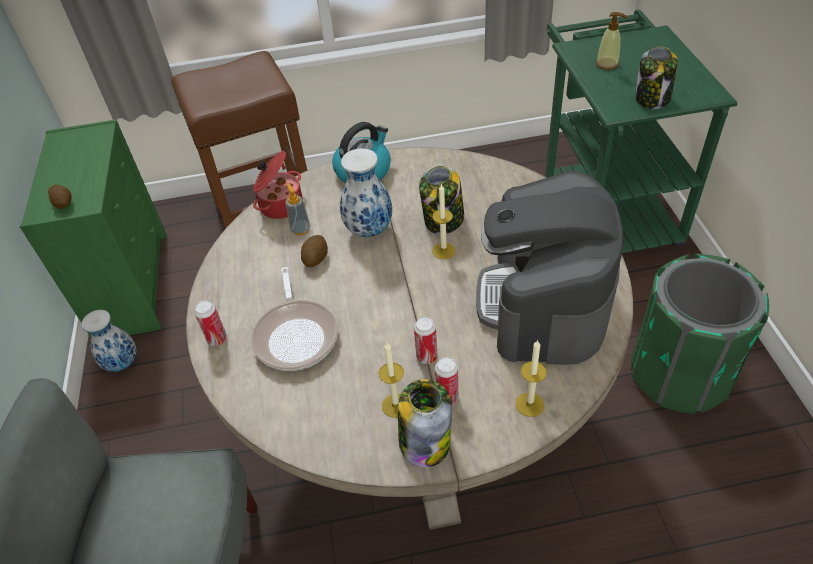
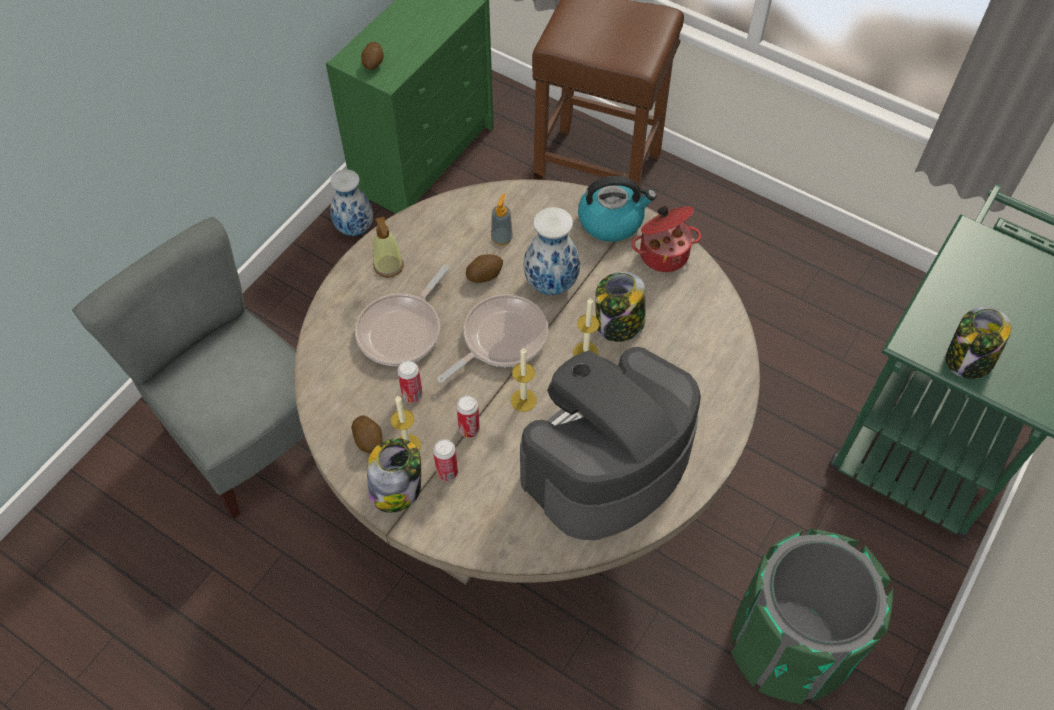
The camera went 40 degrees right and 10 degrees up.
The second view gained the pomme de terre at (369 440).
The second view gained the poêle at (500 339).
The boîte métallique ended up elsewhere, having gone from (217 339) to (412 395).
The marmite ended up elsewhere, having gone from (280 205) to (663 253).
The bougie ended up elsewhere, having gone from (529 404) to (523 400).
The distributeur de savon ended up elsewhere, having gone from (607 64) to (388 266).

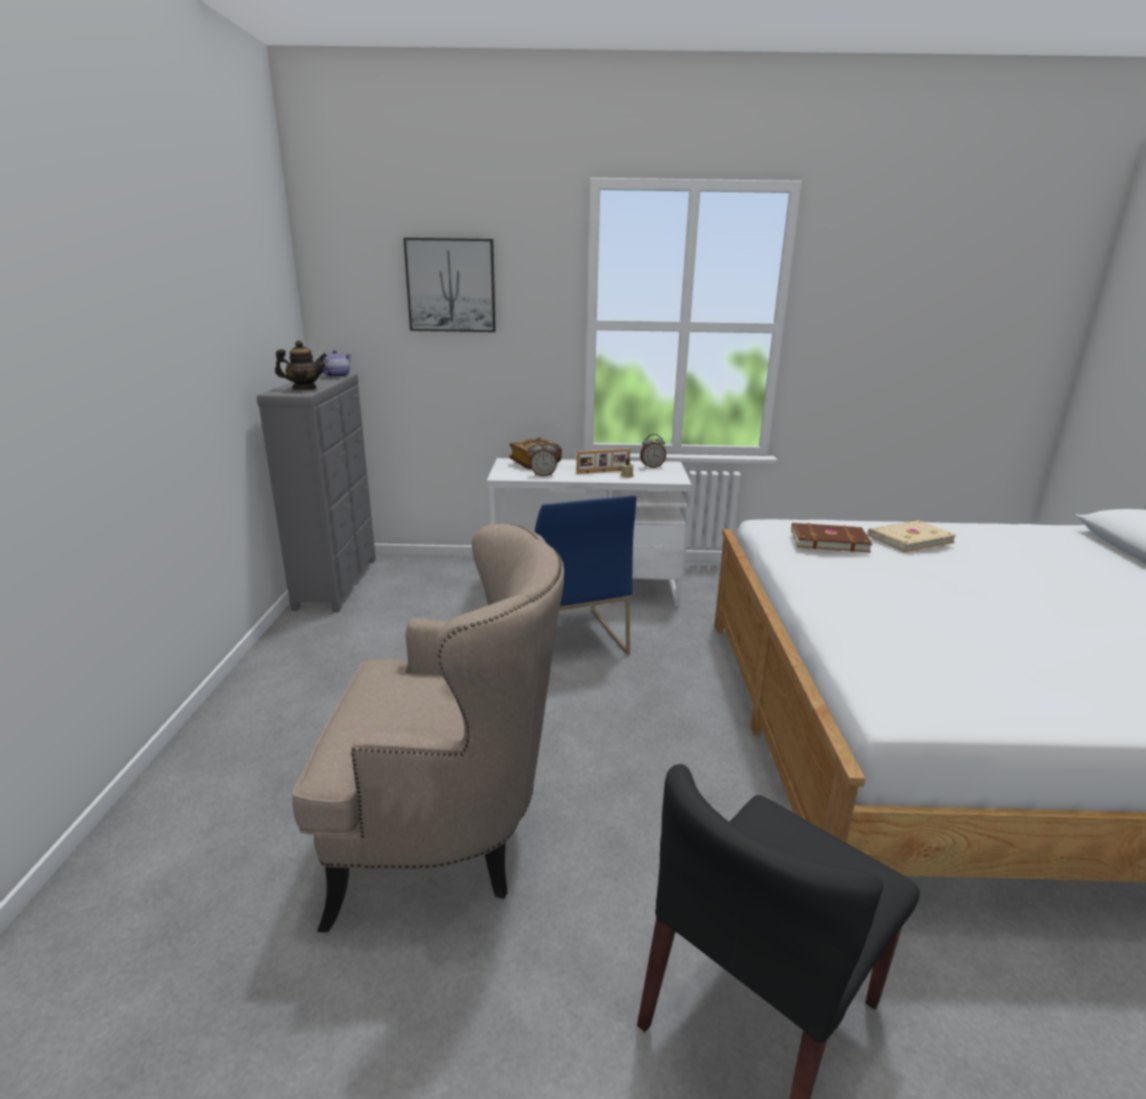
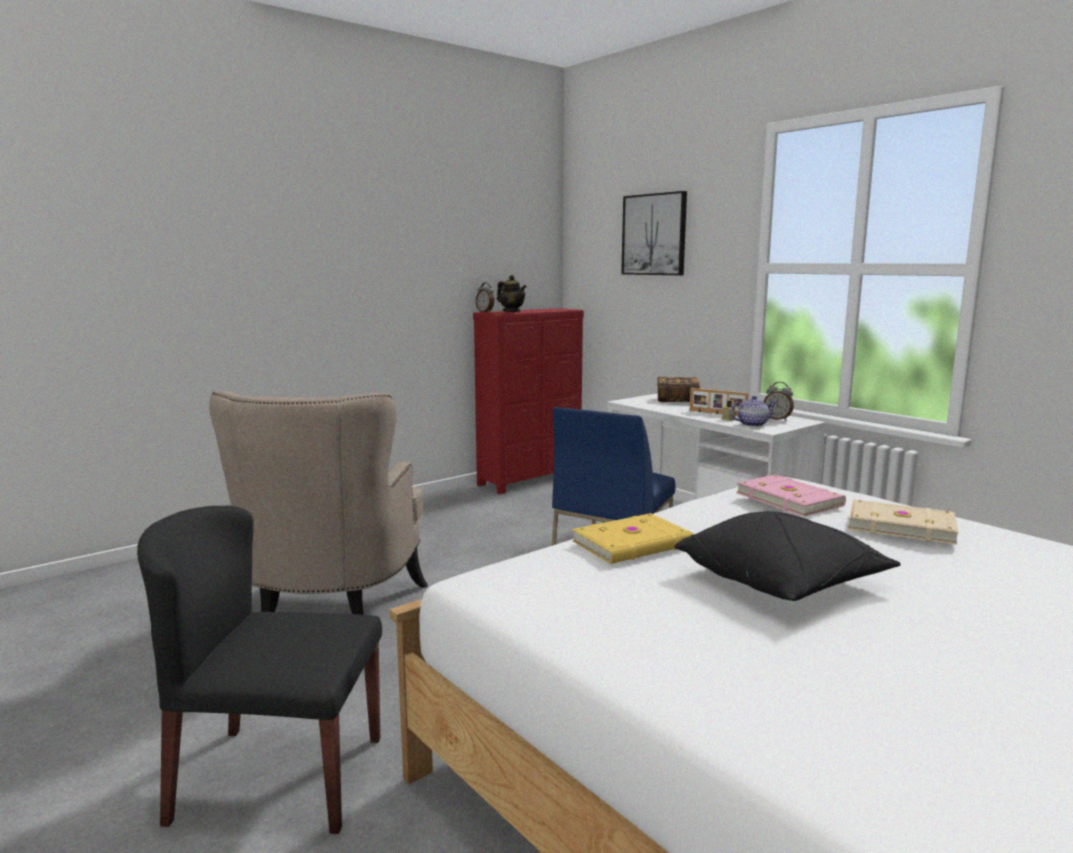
The camera went 50 degrees right and 10 degrees down.
The second view gained the livre (jaune) at (634 544).
The second view gained the coussin (noir) at (781 582).
The théière ended up elsewhere, having gone from (336 376) to (752 424).
The réveil ended up elsewhere, having gone from (543 475) to (485 312).
What was the commode (gris) at (338 583) turned into the commode (rouge) at (531 480).
What was the livre (marron) at (828 540) turned into the livre (rose) at (789 499).
The fauteuil (beige) at (447 837) ended up facing another way, 45 degrees clockwise from before.

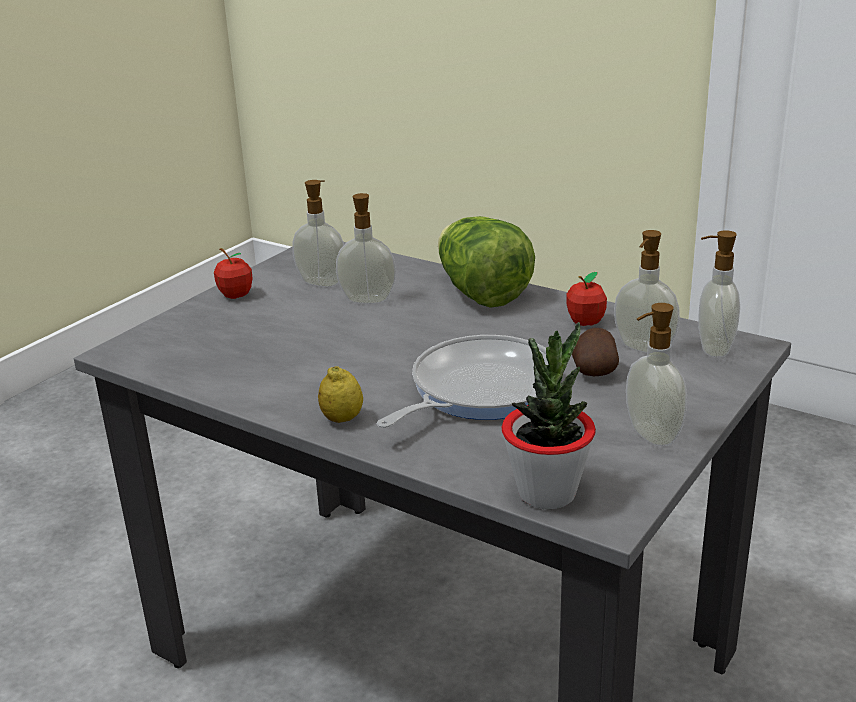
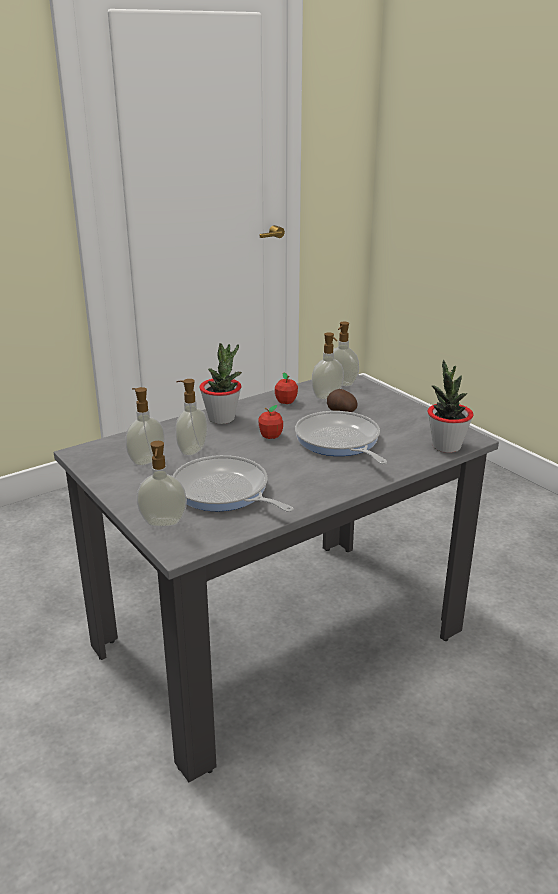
The camera went 70 degrees left and 0 degrees up.
The second view lost the citron at (342 419).
The second view gained the poêle at (224 492).
The pomme ended up elsewhere, having gone from (235 295) to (270 436).
The distributeur de savon ended up elsewhere, having gone from (650 436) to (163 523).
Where the laitue stood at (481 293), the plante en pot came to stand at (221 418).

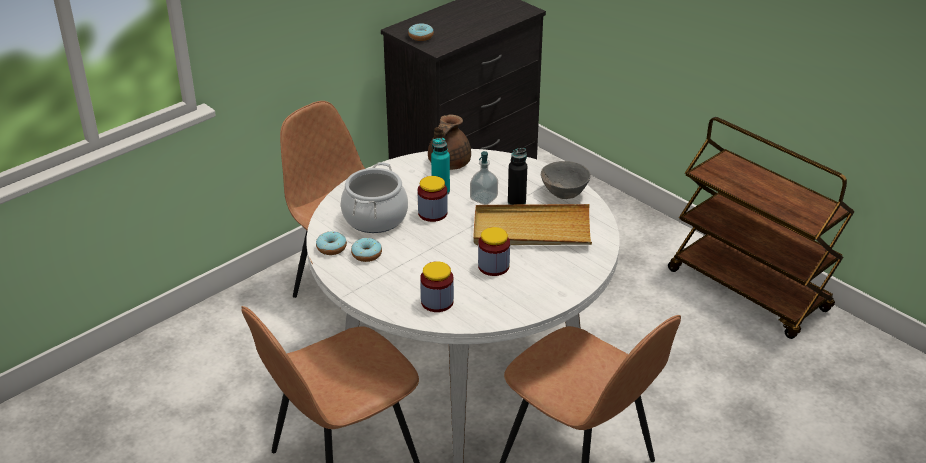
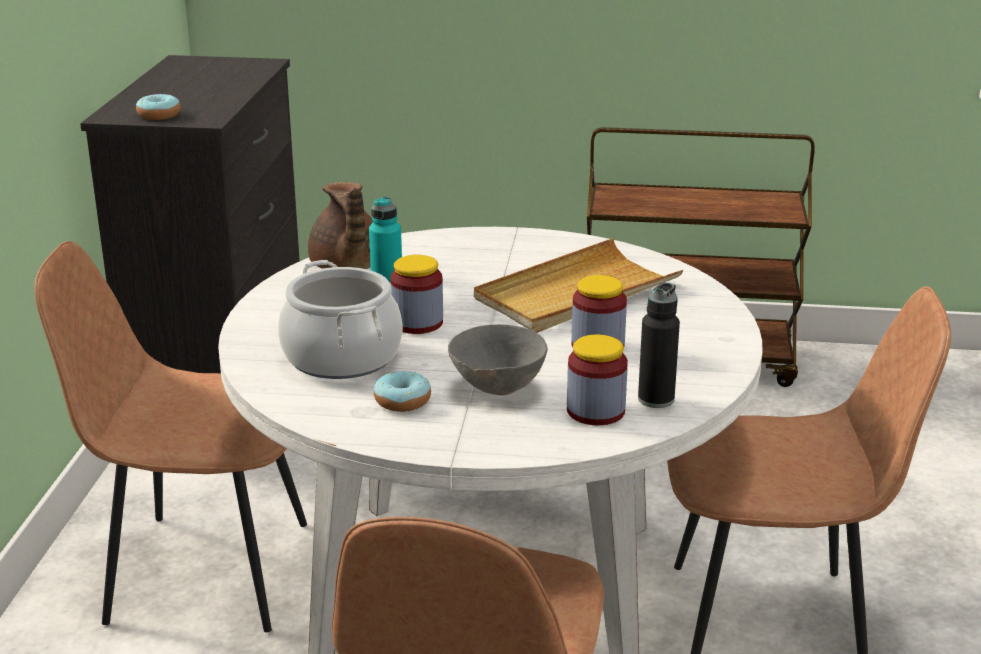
The camera went 40 degrees left and 10 degrees down.
The second view lost the beignet at (331 248).
The second view lost the distributeur de savon at (483 198).
The bouteille (noir) ended up elsewhere, having gone from (516 202) to (656 399).
The bol (gris) ended up elsewhere, having gone from (564 194) to (497 388).

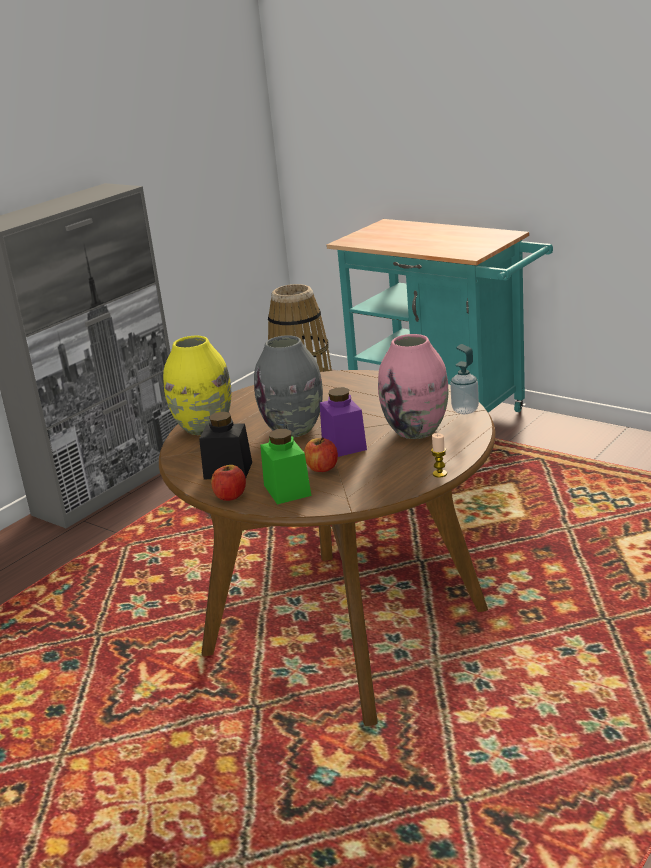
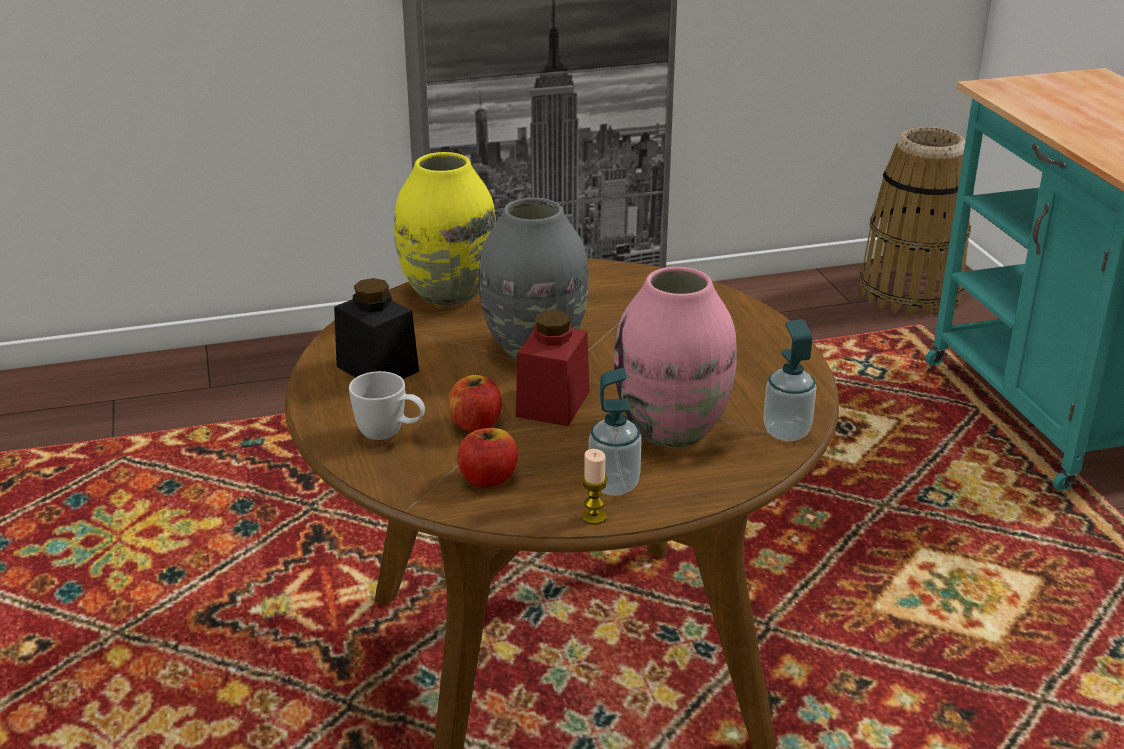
The camera went 35 degrees right and 5 degrees up.
The second view gained the distributeur de savon at (614 485).
The pomme ended up elsewhere, having gone from (230 496) to (488 478).
Where the bocal (vert) stood at (287 490), the mug (blanc) came to stand at (390 434).
What was the bocal (violet) at (344 445) turned into the bocal (rouge) at (553 404).

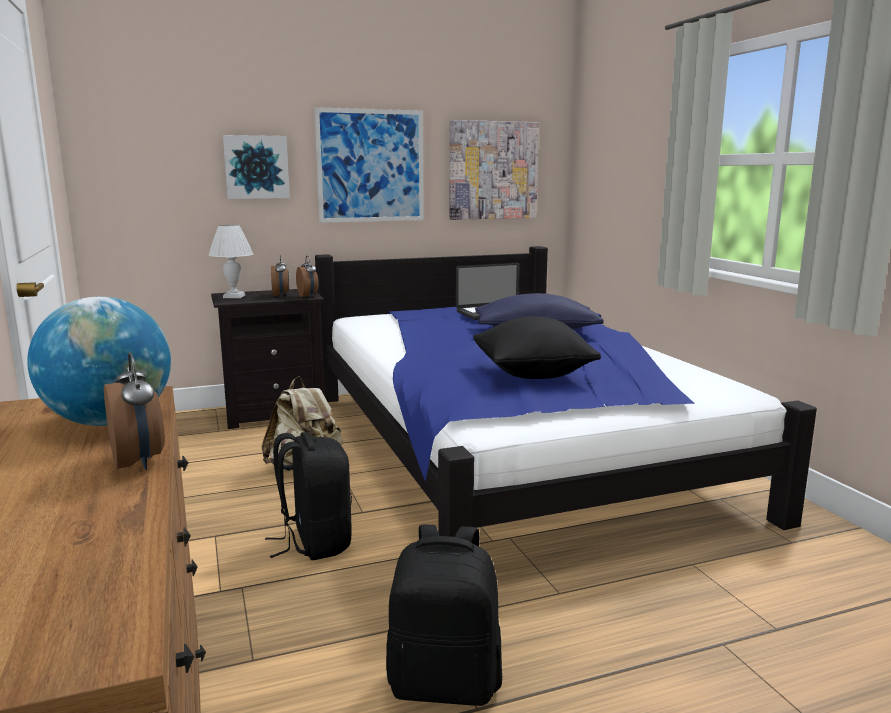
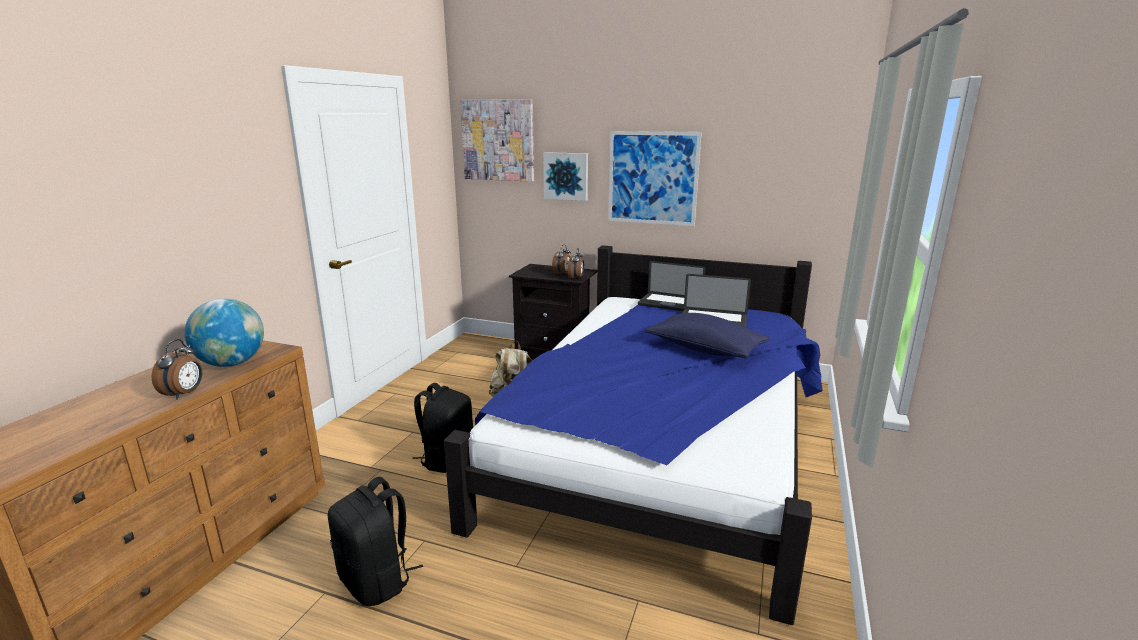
The camera went 40 degrees right and 5 degrees up.
The second view lost the lampe de table (blanc) at (234 296).
The second view lost the coussin (noir) at (532 374).
The second view gained the ordinateur portable at (670 304).
The tableau ended up elsewhere, having gone from (493 170) to (498 140).

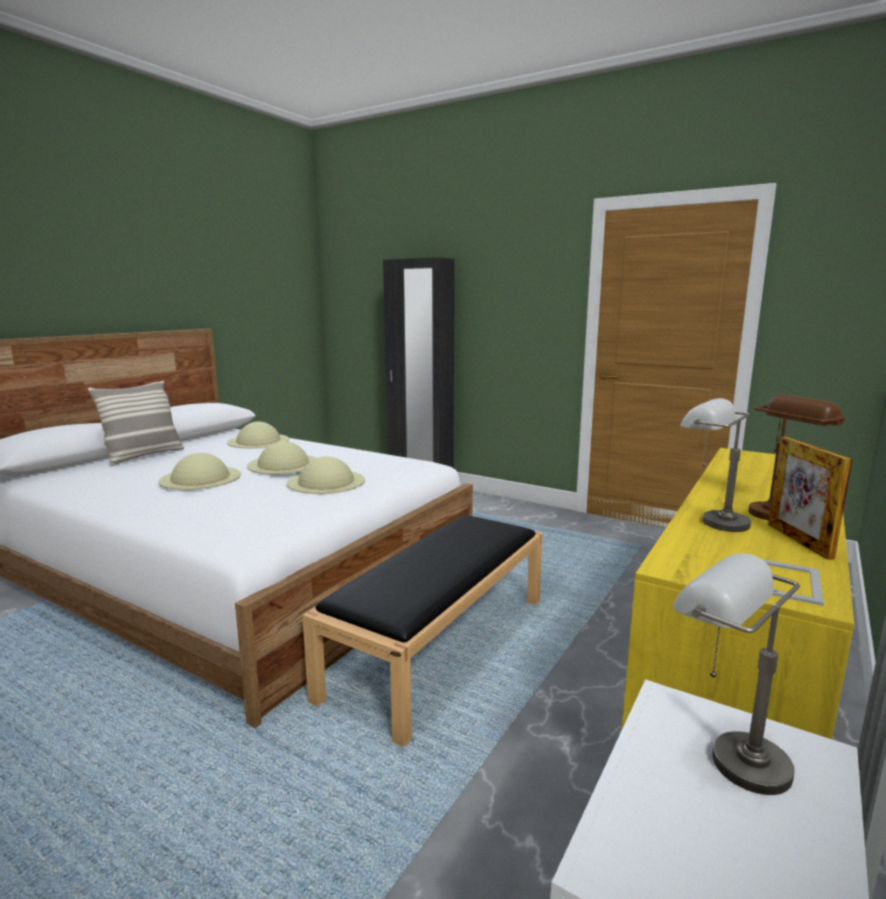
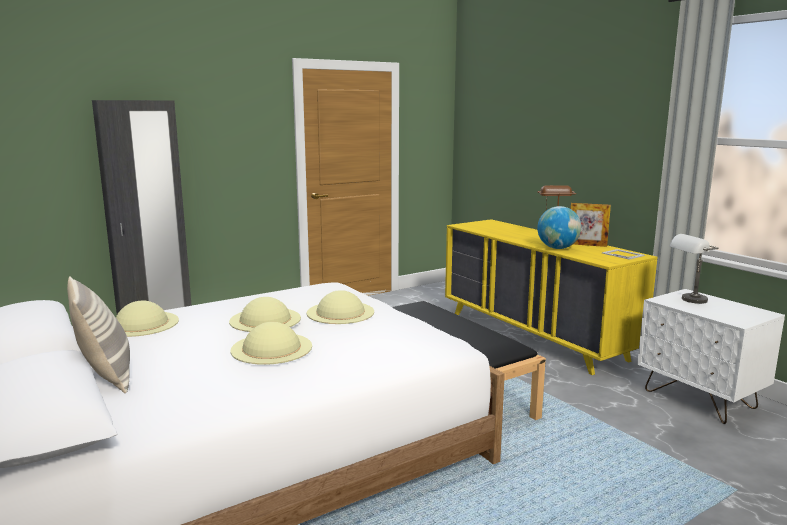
The camera went 65 degrees left and 0 degrees up.
Where the lampe de table (gris) stood at (709 520), the globe came to stand at (557 248).

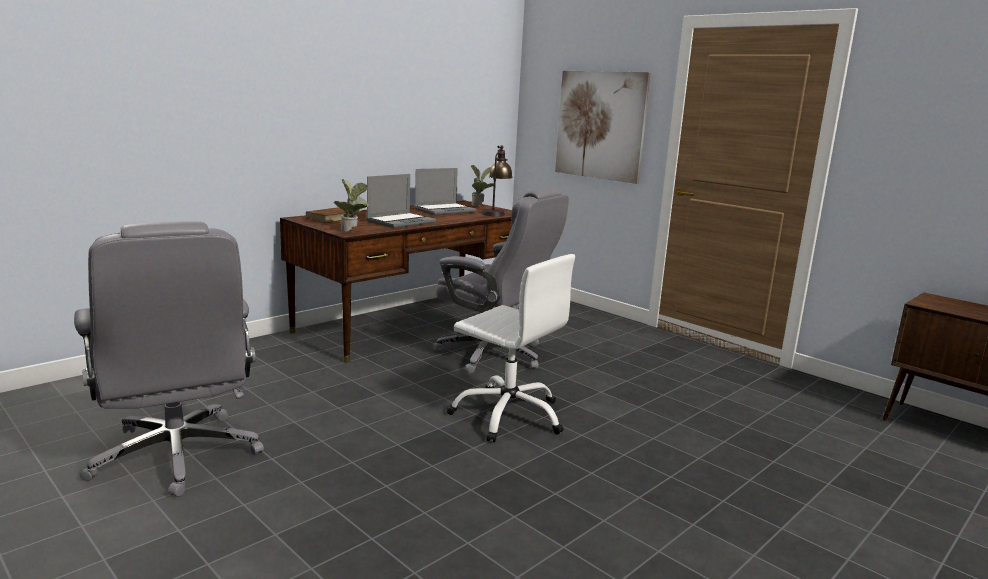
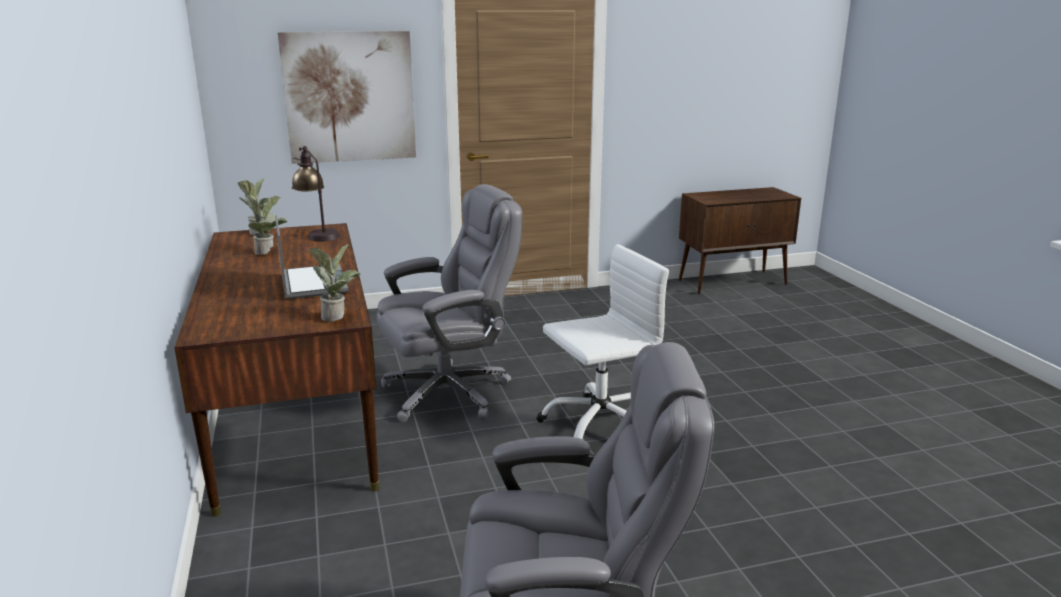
The camera went 60 degrees left and 5 degrees up.
The second view lost the livre (marron) at (330 218).
Where the ordinateur portable stood at (445 210), the plante en pot came to stand at (269 252).

